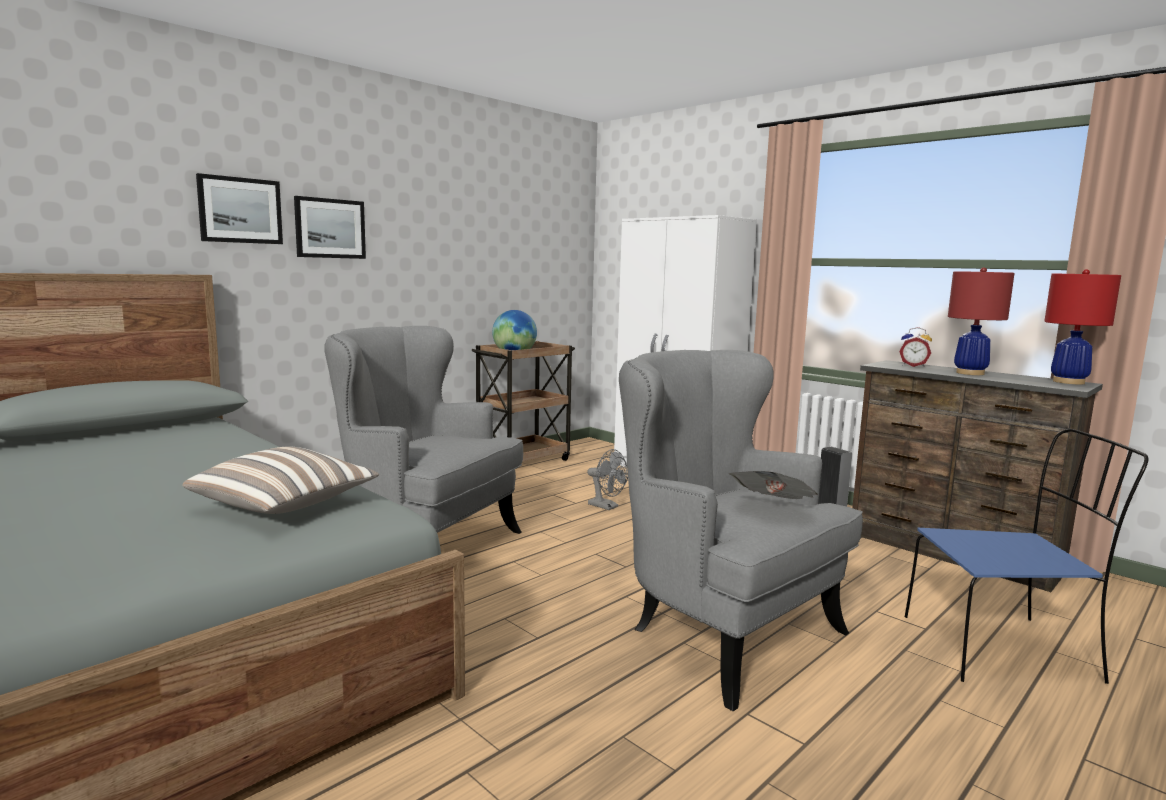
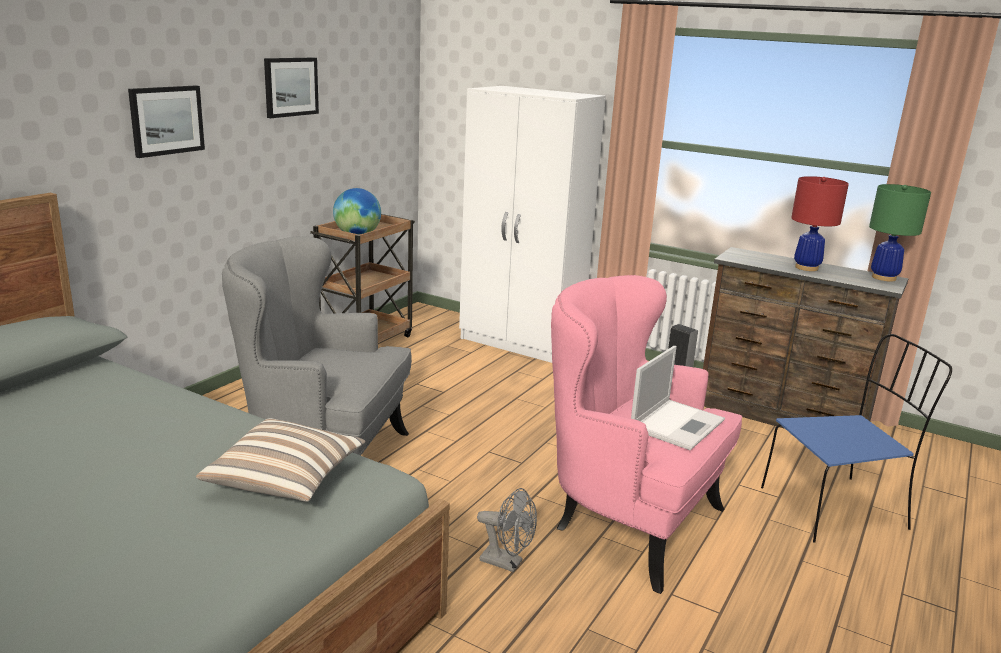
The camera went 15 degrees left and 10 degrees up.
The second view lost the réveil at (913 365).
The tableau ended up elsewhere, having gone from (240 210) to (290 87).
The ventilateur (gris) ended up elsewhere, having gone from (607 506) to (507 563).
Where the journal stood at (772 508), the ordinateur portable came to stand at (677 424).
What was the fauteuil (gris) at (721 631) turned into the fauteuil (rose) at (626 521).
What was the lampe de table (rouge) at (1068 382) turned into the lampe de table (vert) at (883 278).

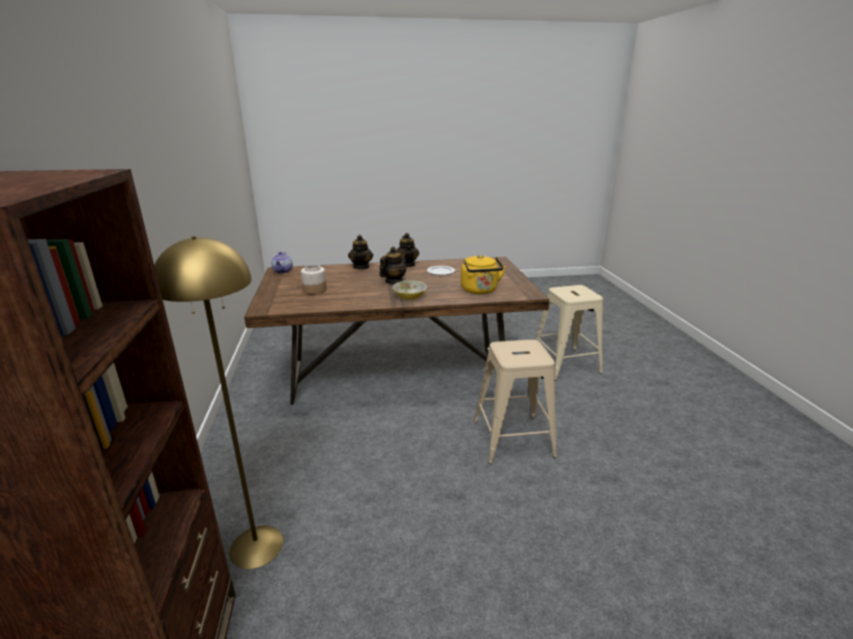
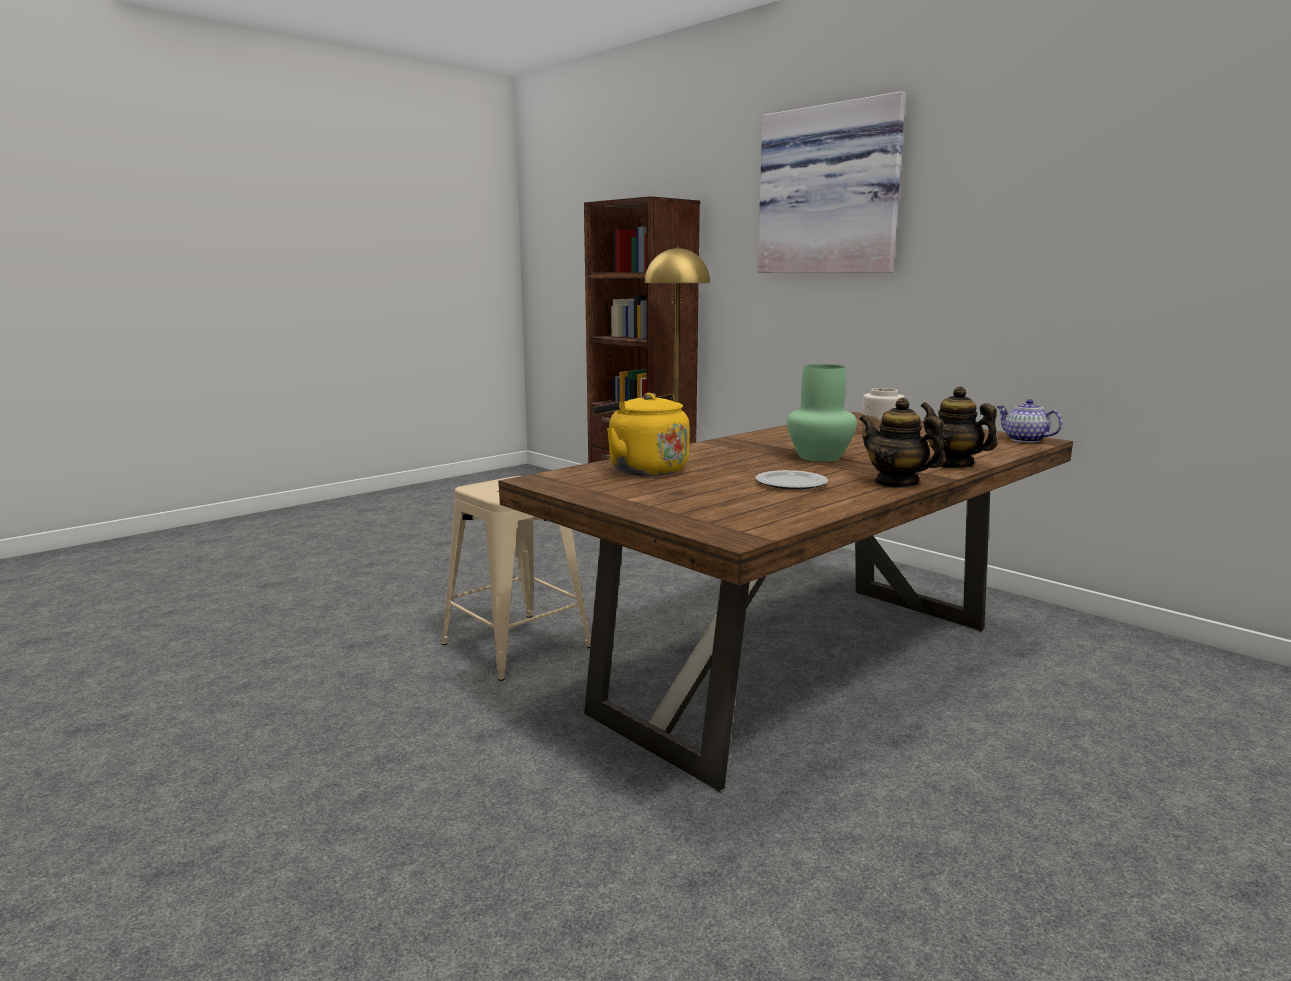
The camera went 145 degrees right and 10 degrees down.
The second view lost the bol at (409 297).
The second view lost the tabouret (beige) at (565 364).
The second view gained the tableau at (830 191).
Where the théière stood at (393 281), the vase (vert) came to stand at (820 457).

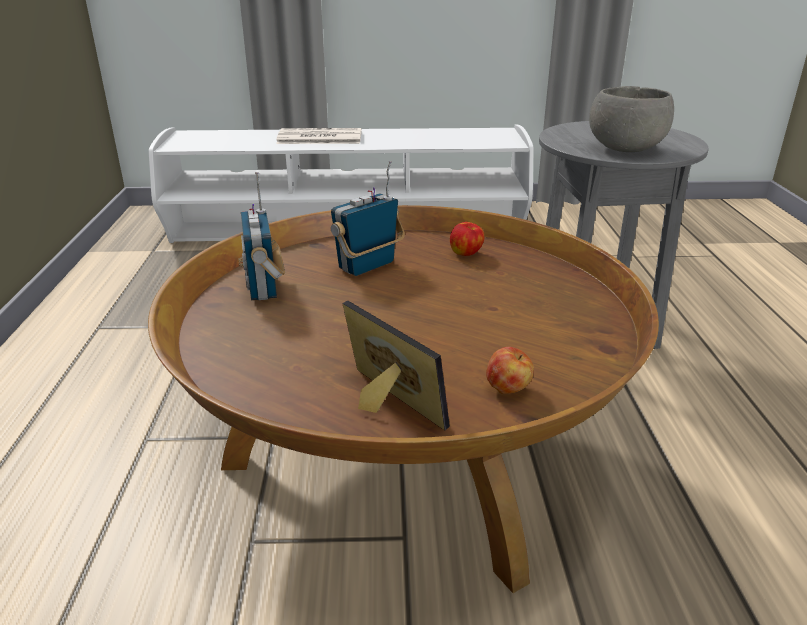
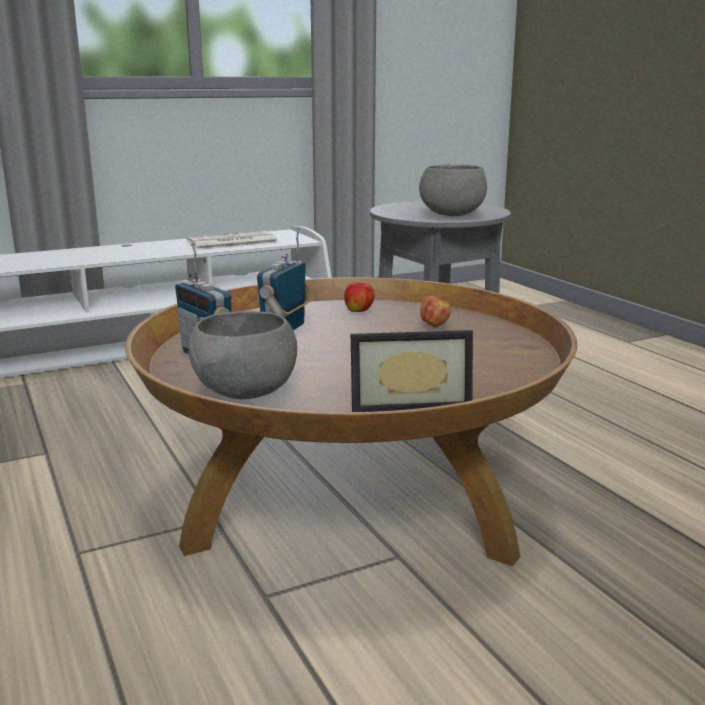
The camera went 25 degrees left and 10 degrees down.
The second view gained the bol (gris) at (245 393).
The journal ended up elsewhere, having gone from (318 138) to (231 242).
The pomme ended up elsewhere, having gone from (508 389) to (434 325).
The cadre photo at (383 405) ended up facing another way, 150 degrees clockwise from before.

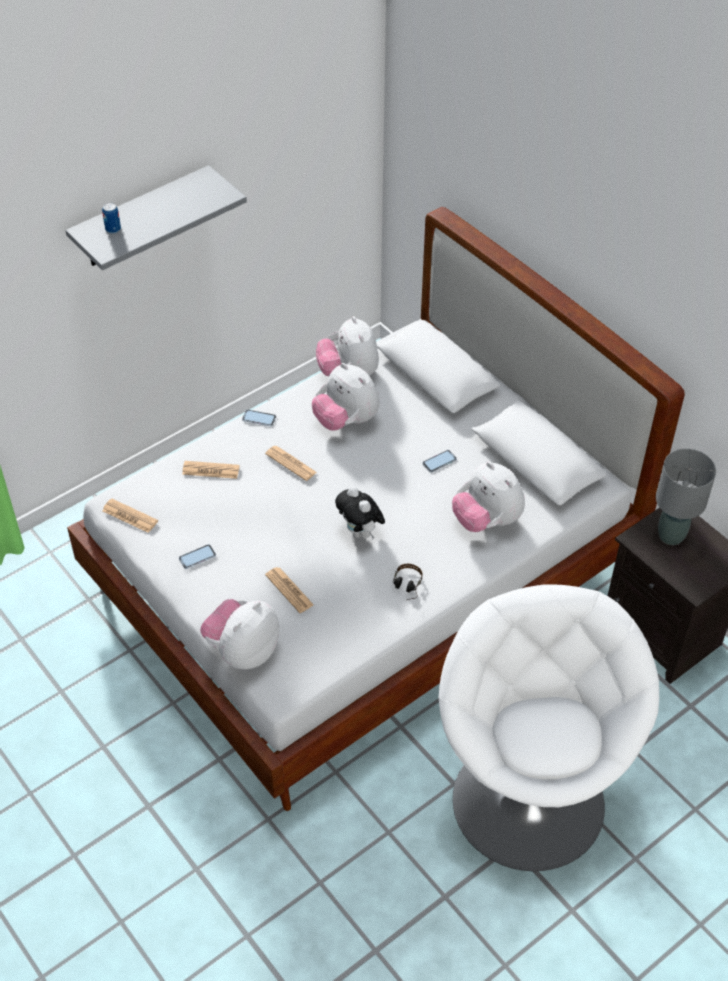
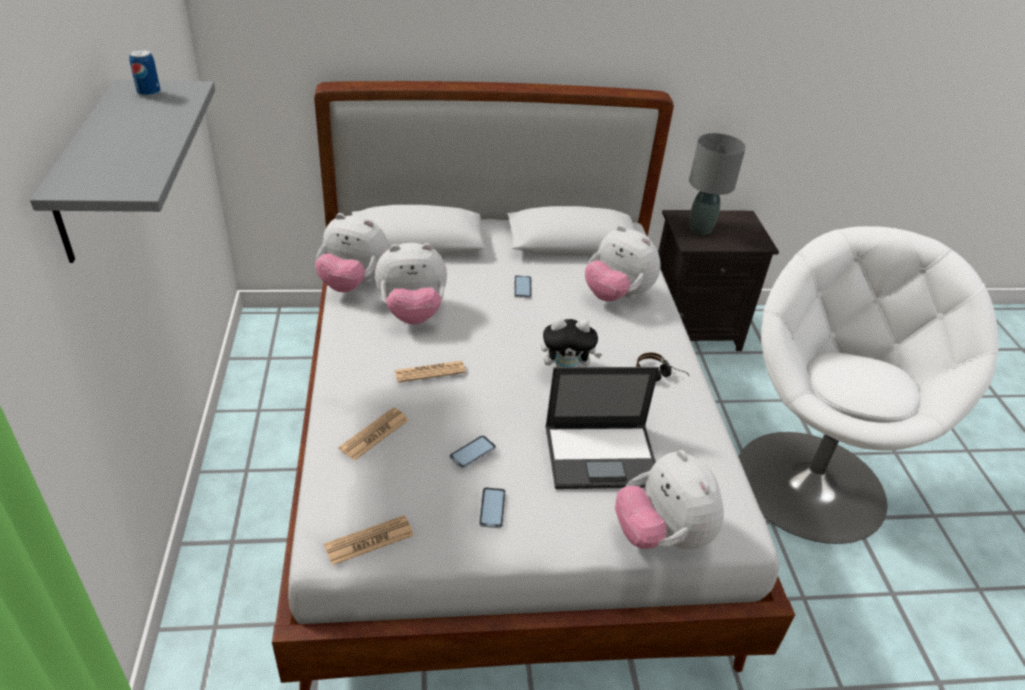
The camera went 60 degrees left and 10 degrees down.
The boîte métallique ended up elsewhere, having gone from (113 229) to (149 93).
The téléphone ended up elsewhere, having gone from (259 418) to (472 452).
Where the journal stood at (289 590), the ordinateur portable came to stand at (602 456).
The fauteuil (blanc) at (528 799) ended up facing another way, 75 degrees clockwise from before.
The peluche at (486 520) ended up facing another way, 45 degrees clockwise from before.

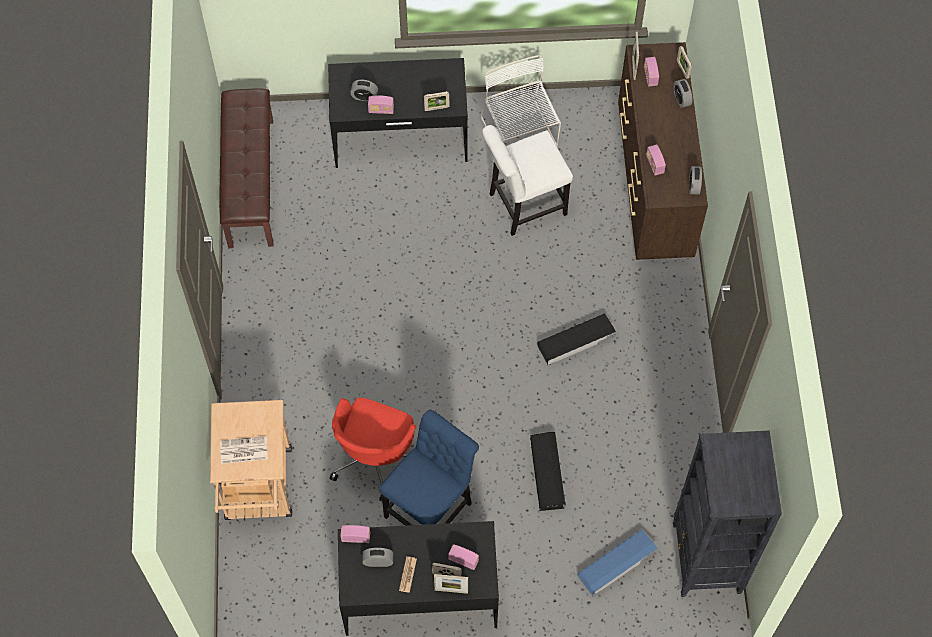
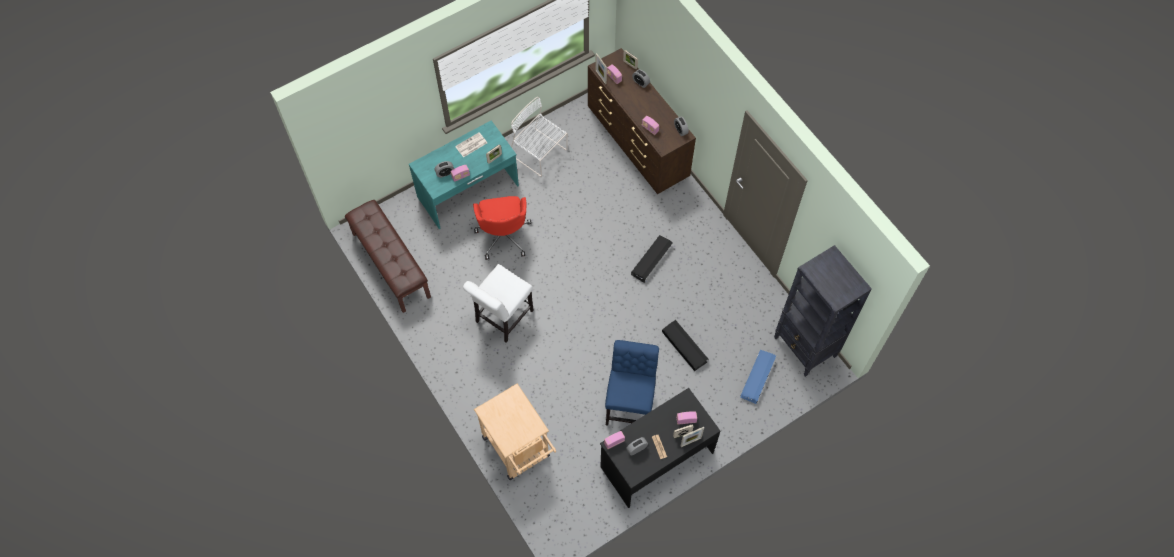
The camera went 30 degrees left and 0 degrees up.
The journal ended up elsewhere, having gone from (243 450) to (471 145).
The chaise de bureau (rouge) ended up elsewhere, having gone from (375 457) to (503 235).
The chaise (blanc) ended up elsewhere, having gone from (523 205) to (502 318).
What was the bureau (noir) at (400 139) turned into the bureau (turquoise) at (468 192).

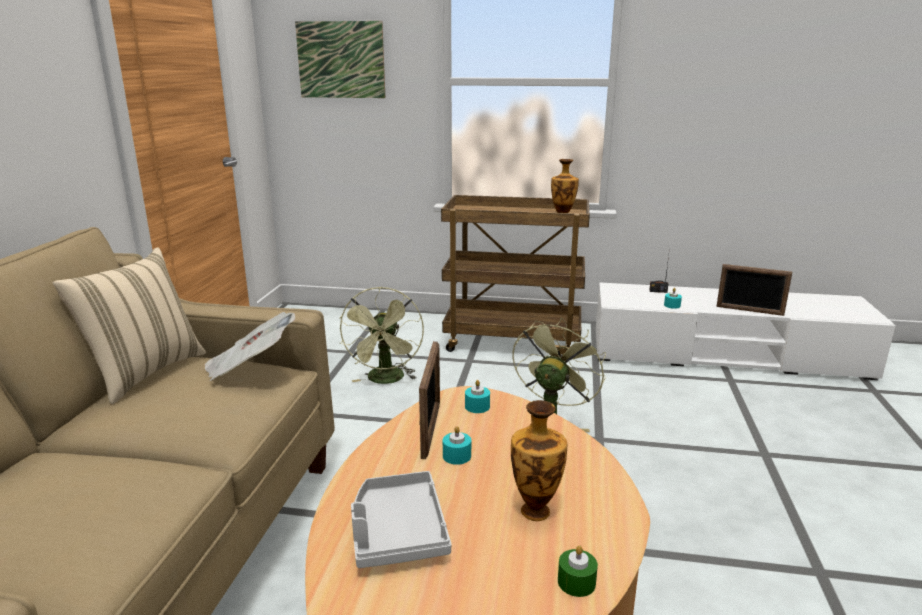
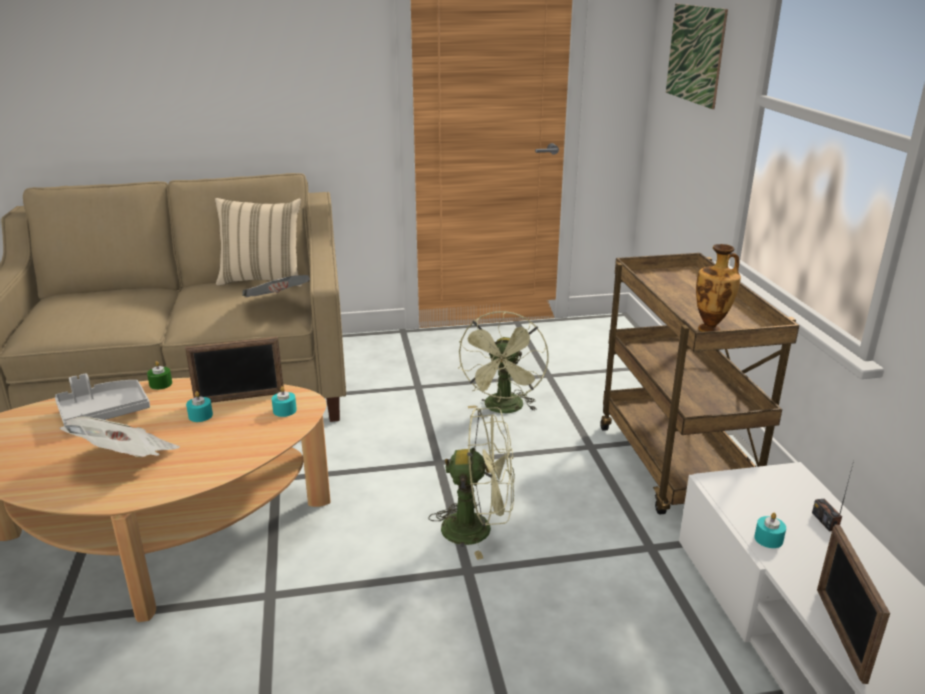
The camera went 70 degrees right and 5 degrees up.
The bougie (vert) ended up elsewhere, having gone from (576 582) to (161 384).
Where the vase stood at (535 510), the journal came to stand at (127 459).
The ventilateur (vert) at (386 380) ended up facing another way, 60 degrees counterclockwise from before.

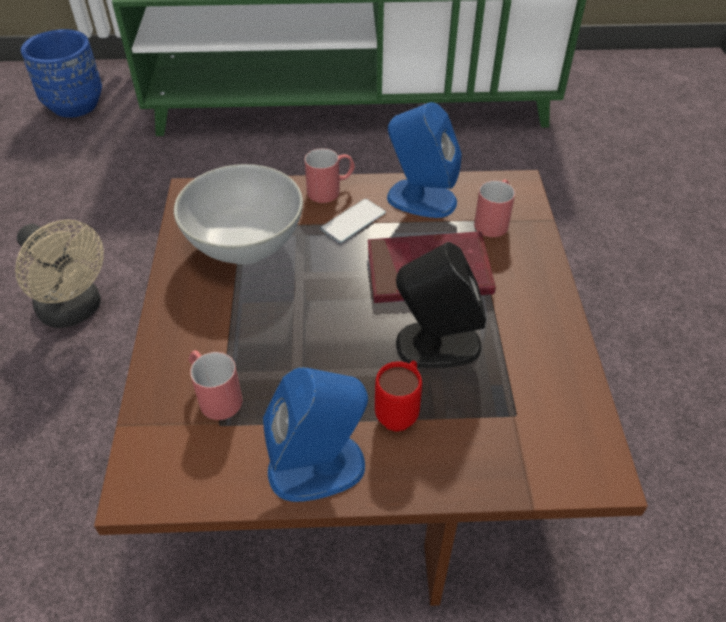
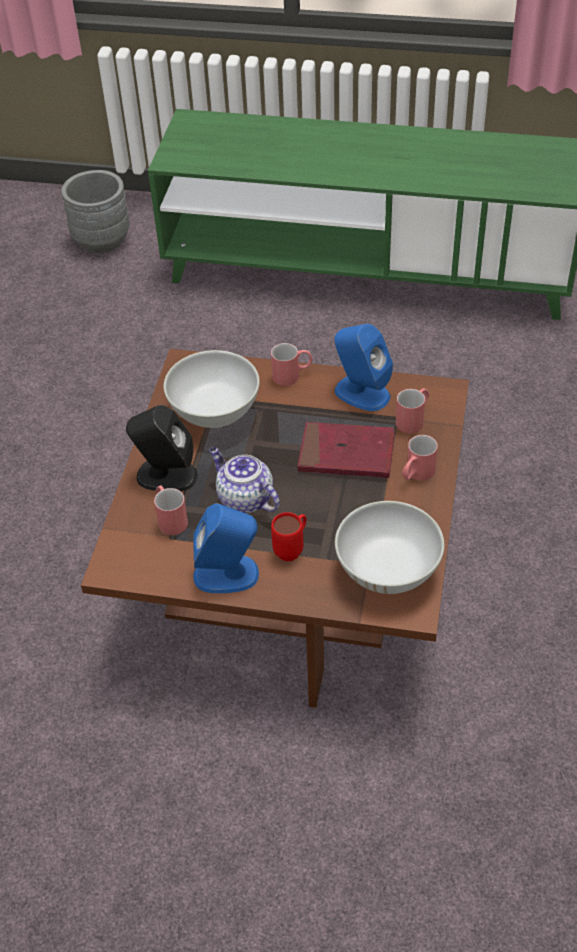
The camera went 15 degrees right and 0 degrees up.
The second view lost the ventilateur (beige) at (76 311).
The second view lost the téléphone at (353 221).
The second view gained the théière at (244 499).
The second view gained the bol (blanc) at (388 571).
The second view gained the mug (rouge) at (416 475).
The enceinte (noir) ended up elsewhere, having gone from (436 344) to (165 475).
What was the cache-pot (bleu) at (75 105) turned into the cache-pot (gris) at (102 240).

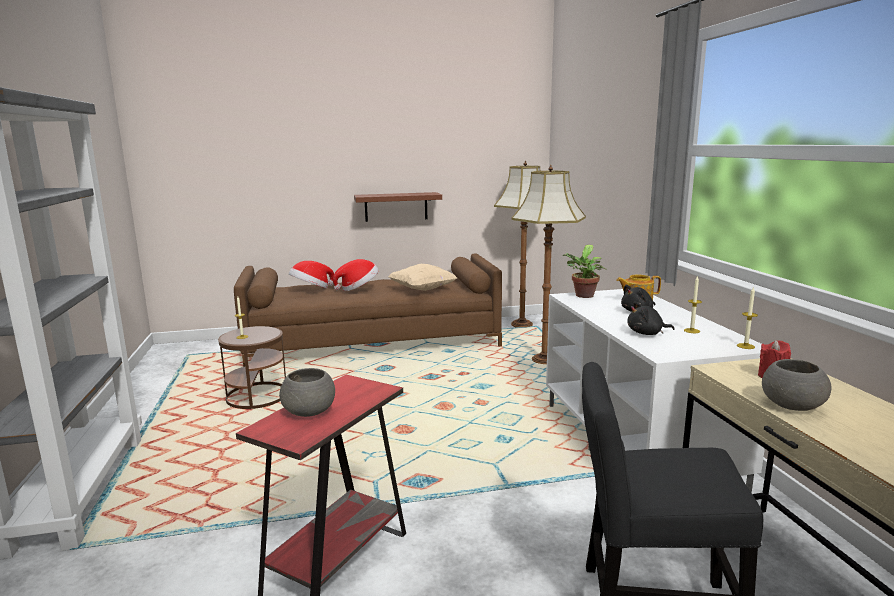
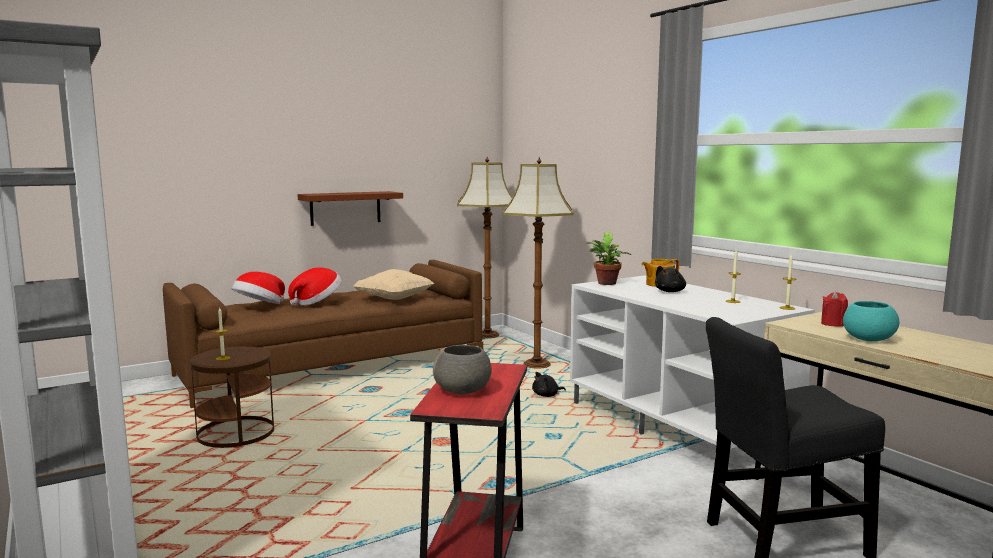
The camera went 20 degrees left and 5 degrees down.
The peluche (noir) ended up elsewhere, having gone from (647 333) to (547 395).
What was the bol (gris) at (791 405) turned into the bol (turquoise) at (867 339).

